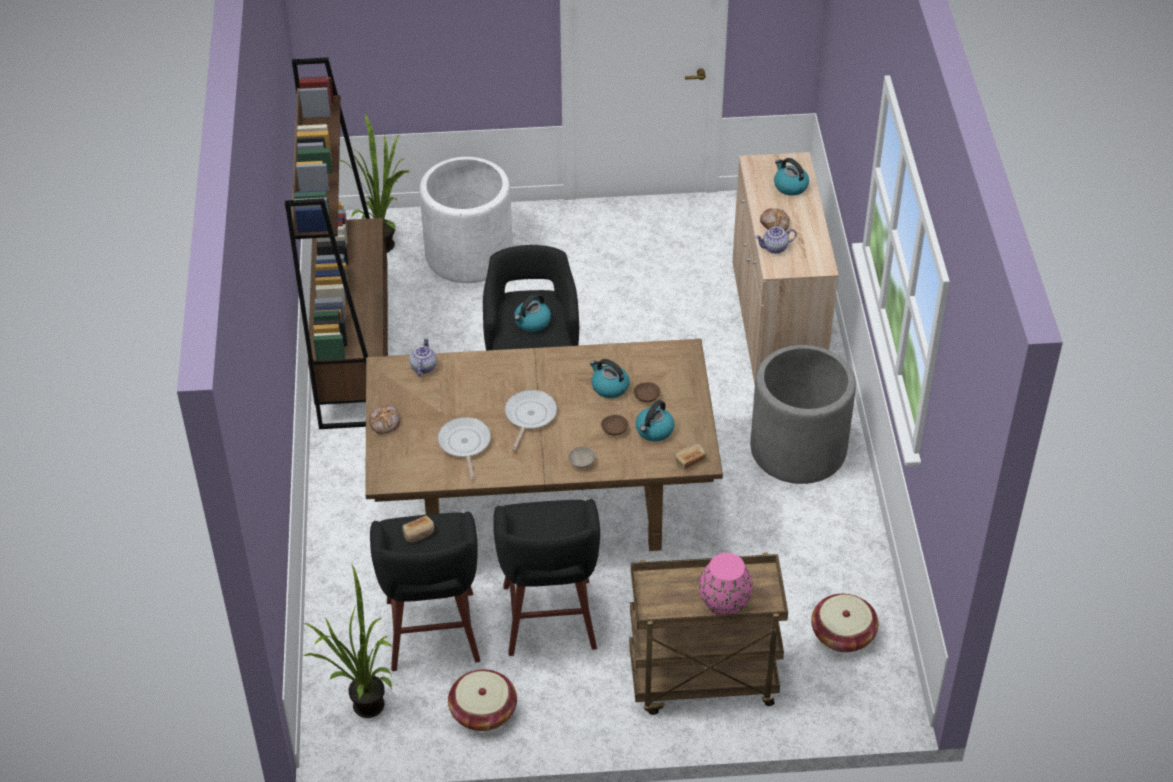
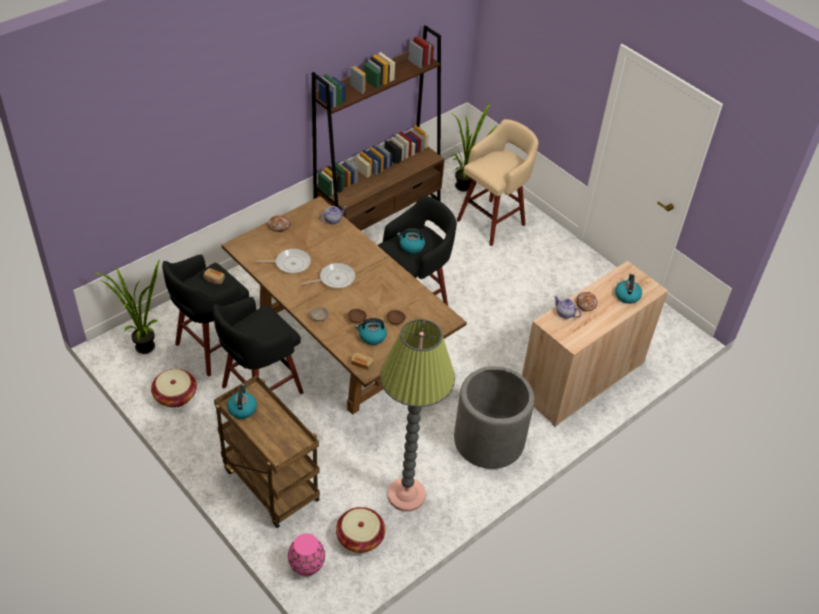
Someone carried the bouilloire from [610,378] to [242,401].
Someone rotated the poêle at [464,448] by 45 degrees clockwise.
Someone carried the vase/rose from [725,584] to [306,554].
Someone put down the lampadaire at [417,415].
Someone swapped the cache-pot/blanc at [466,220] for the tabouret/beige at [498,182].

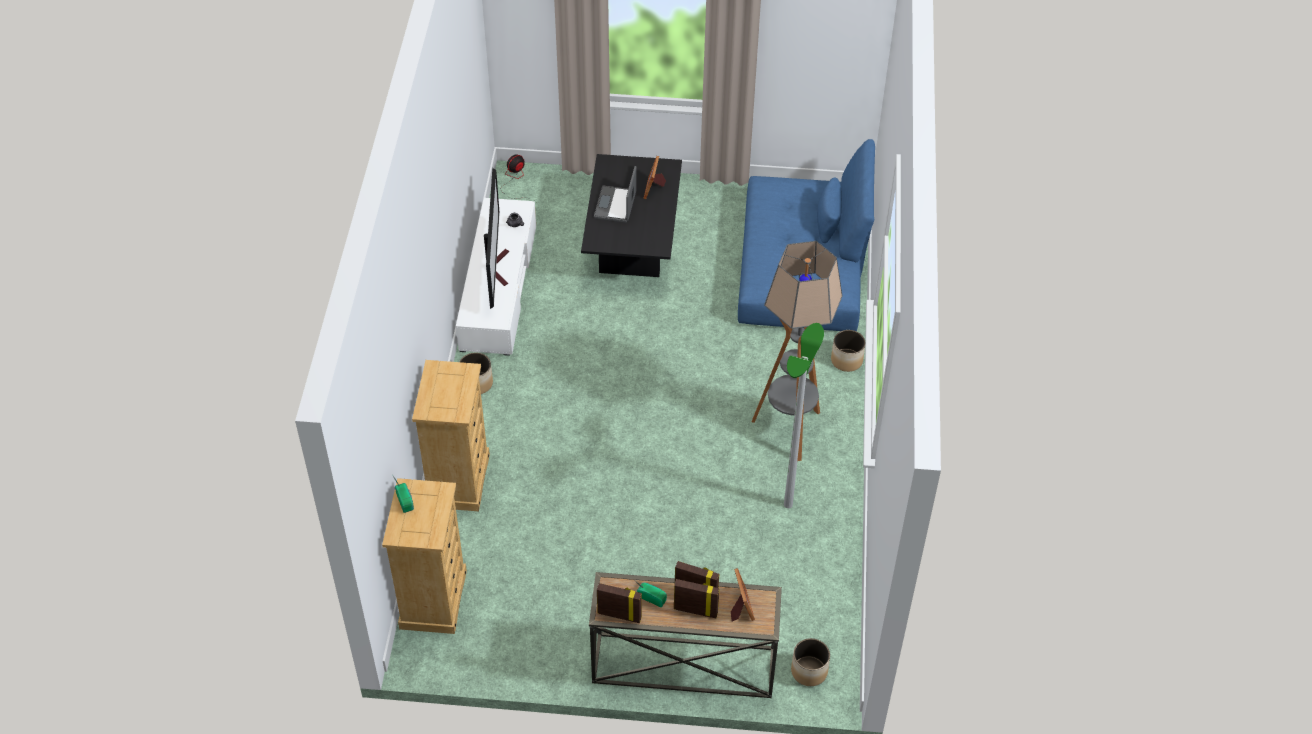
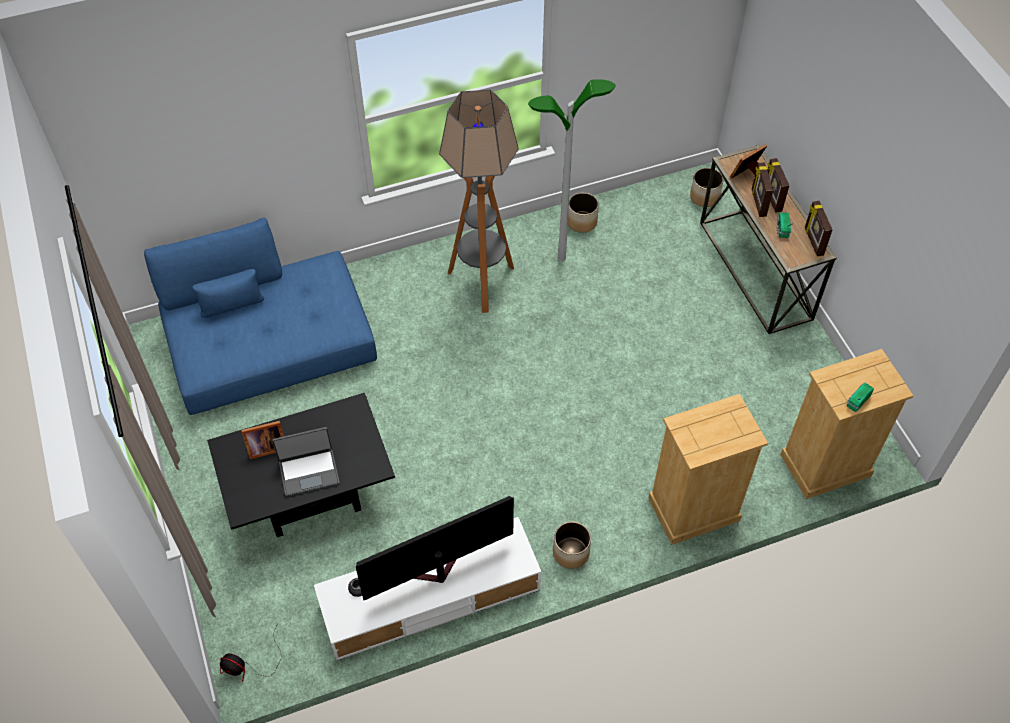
Someone carried the cache-pot from [848,351] to [583,213].

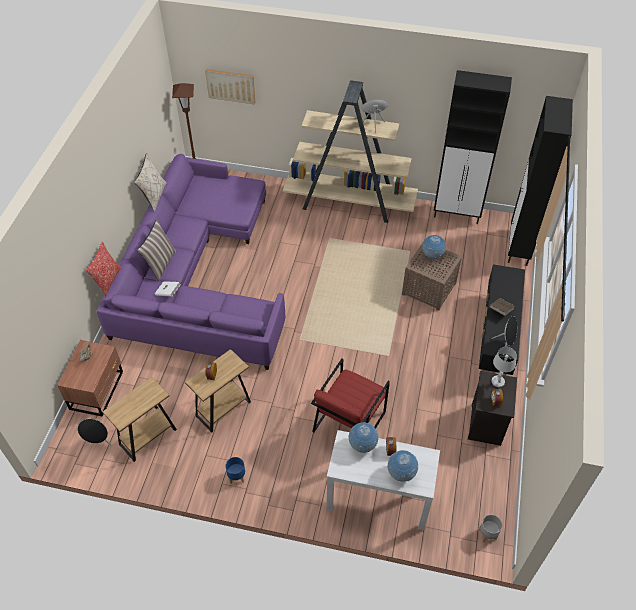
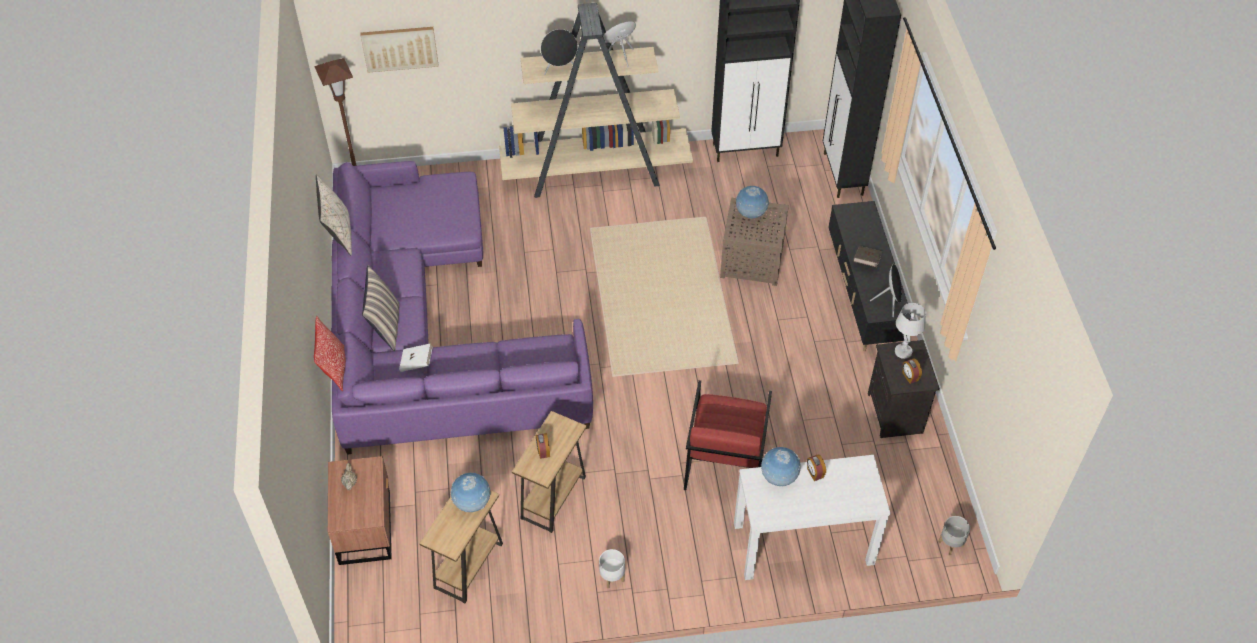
Someone carried the globe from [402,465] to [471,492].
Someone carried the enceinte/noir from [94,432] to [559,52].
Someone repainted the cache-pot/bleu at [235,470], which became the cache-pot/blanc at [612,569].

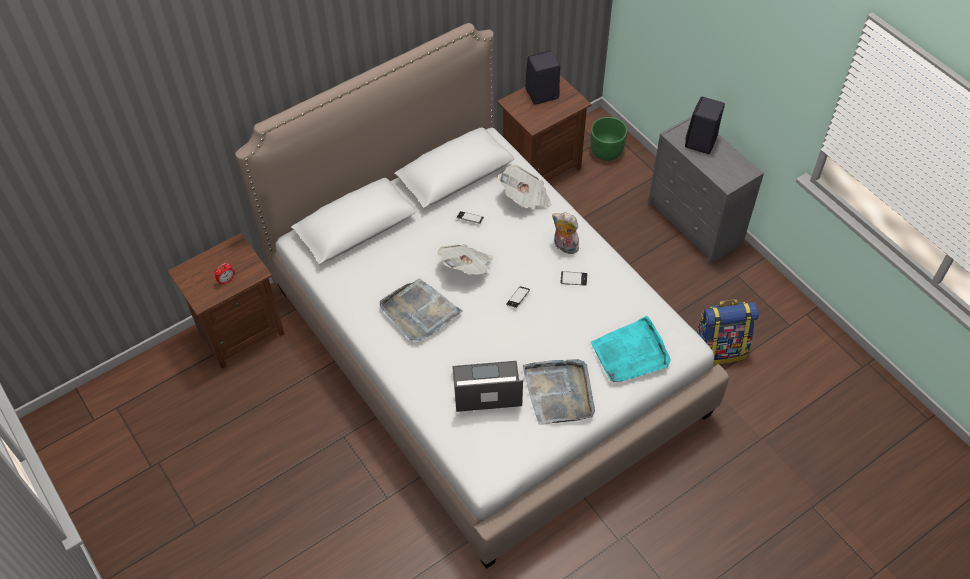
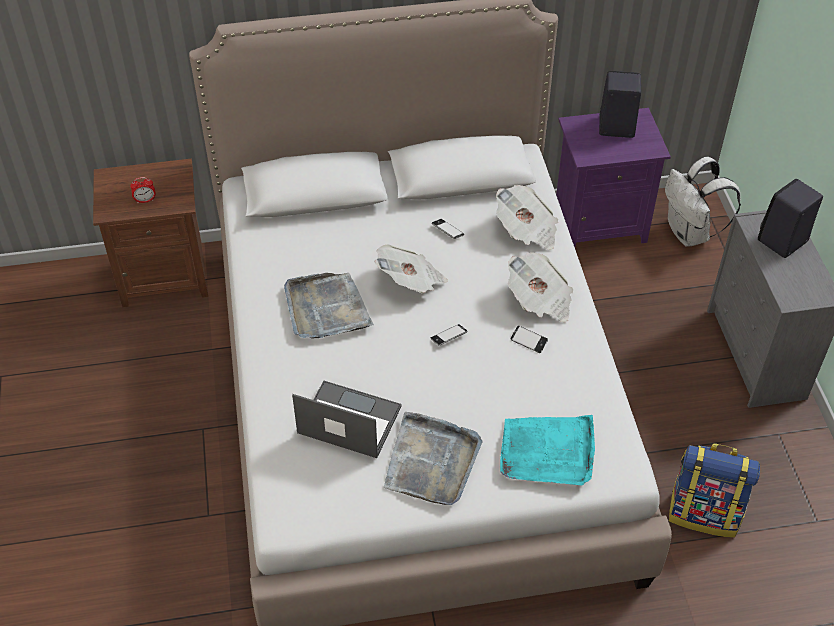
Someone swapped the peluche at [565,233] for the journal at [540,287].
Someone repainted the table de chevet/marron at [544,128], which became the table de chevet/violet at [613,177].
Someone swapped the cache-pot/vert at [608,139] for the sac à dos/blanc at [703,202].

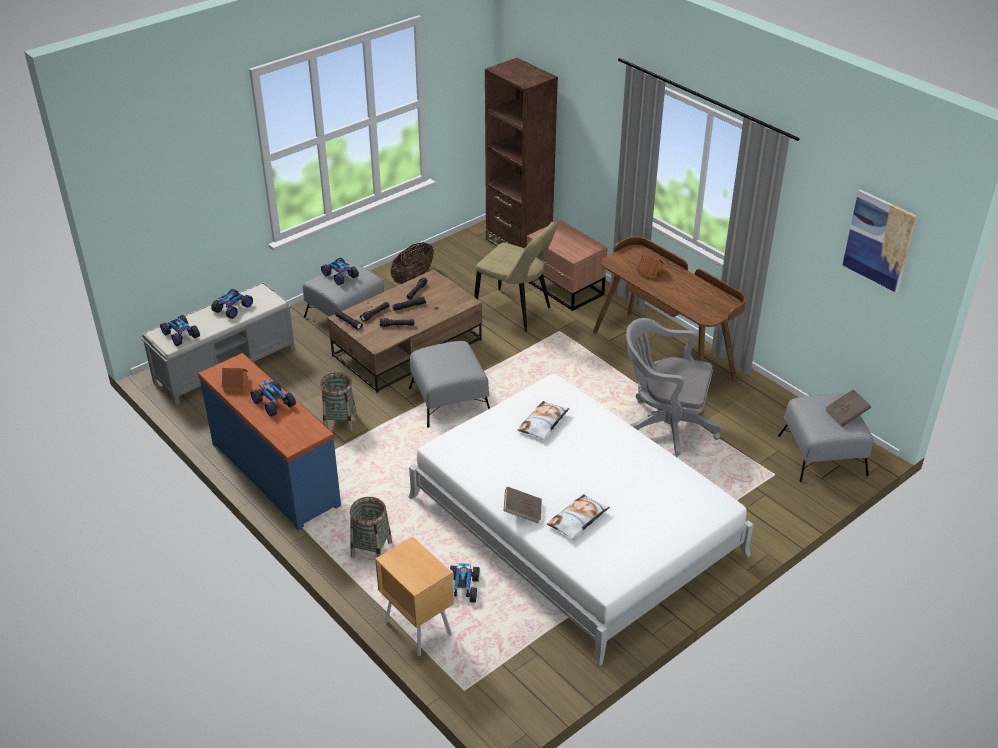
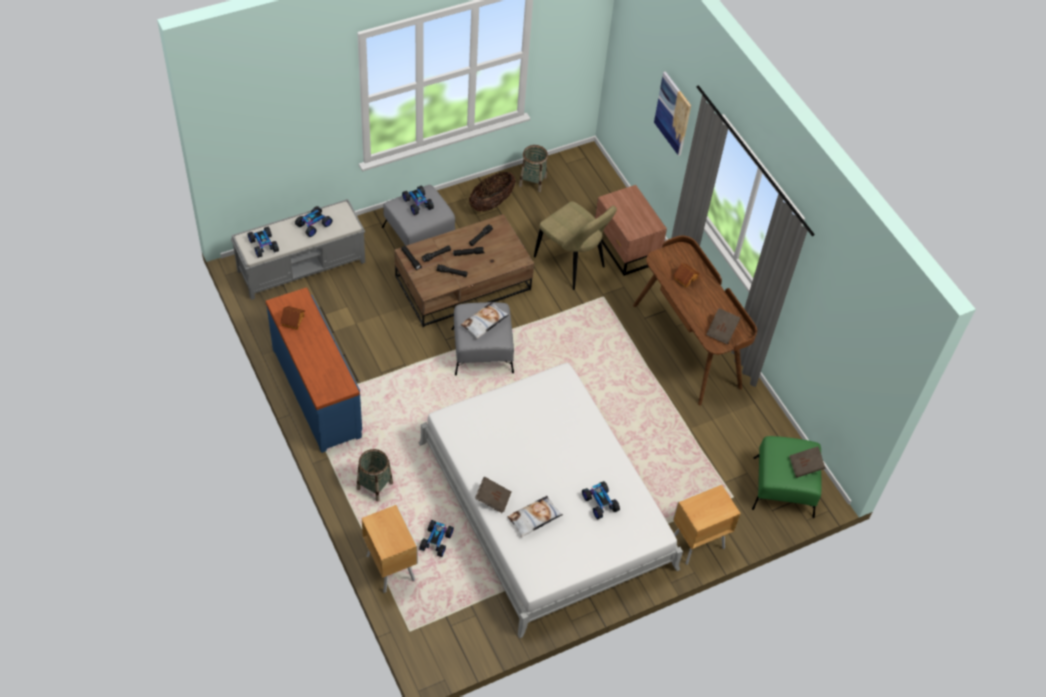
Someone carried the coussin from [543,420] to [485,320].
Someone carried the panier from [338,401] to [533,168].
Someone carried the petite voiture from [273,398] to [601,500].
Someone carried the tableau from [880,241] to [672,113].
Someone put down the table de chevet/marron at [707,524].
Someone put down the livre/marron at [723,326].
Someone repainted the pouf/gris at [826,438], which became the pouf/vert at [786,477].
Someone took away the bibliothèque/marron at [521,153].
Someone took away the chaise de bureau/gris at [673,387].

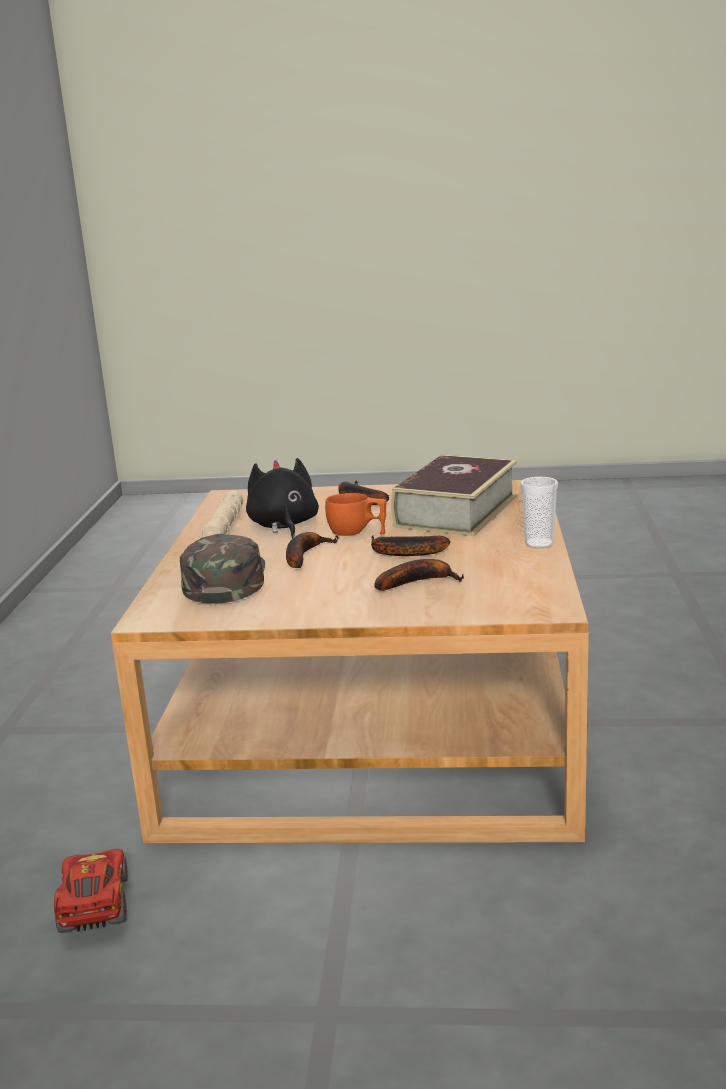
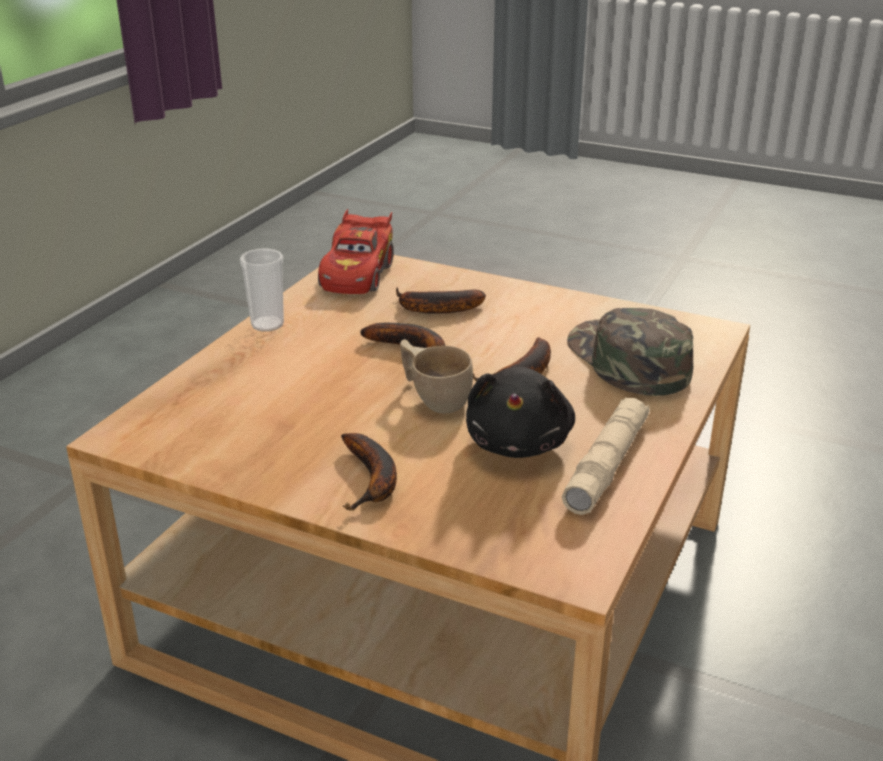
Someone carried the petite voiture/rouge from [91,891] to [355,251].
Someone repainted the tasse/orange at [355,514], which became the tasse/beige at [436,376].
Someone rotated the casquette/vert at [222,569] by 135 degrees clockwise.
Someone took away the livre at [454,495].

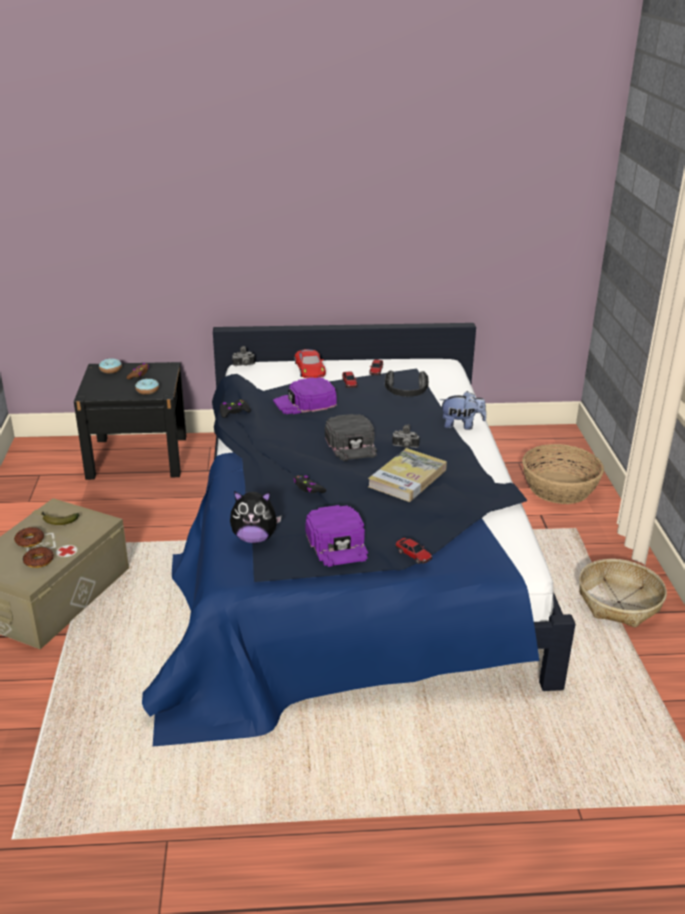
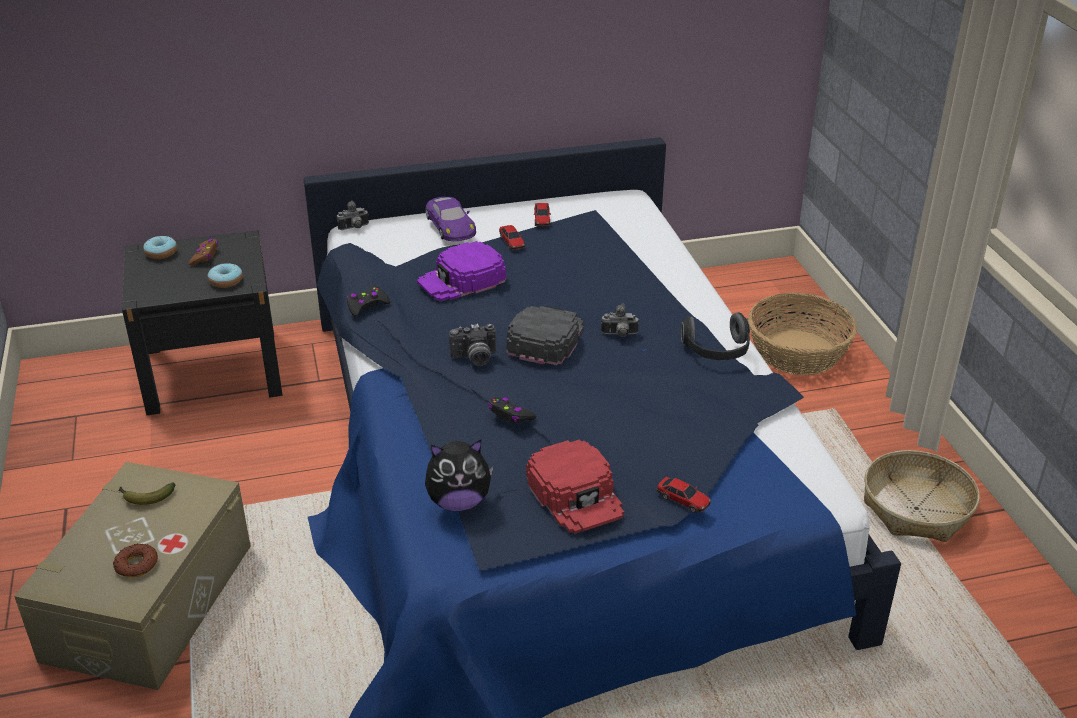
Someone repainted the petite voiture/rouge at [310,363], which became the petite voiture/violet at [450,219].
Someone put down the appareil photo at [472,345].
Someone rotated the casquette/noir at [351,437] by 135 degrees counterclockwise.
Someone repainted the casquette/violet at [336,536], which became the casquette/rouge at [575,486].
Someone carried the casque audio from [407,383] to [715,336].
Someone took away the beignet at [29,537].
Someone took away the livre at [407,475].
Someone took away the peluche at [463,410].

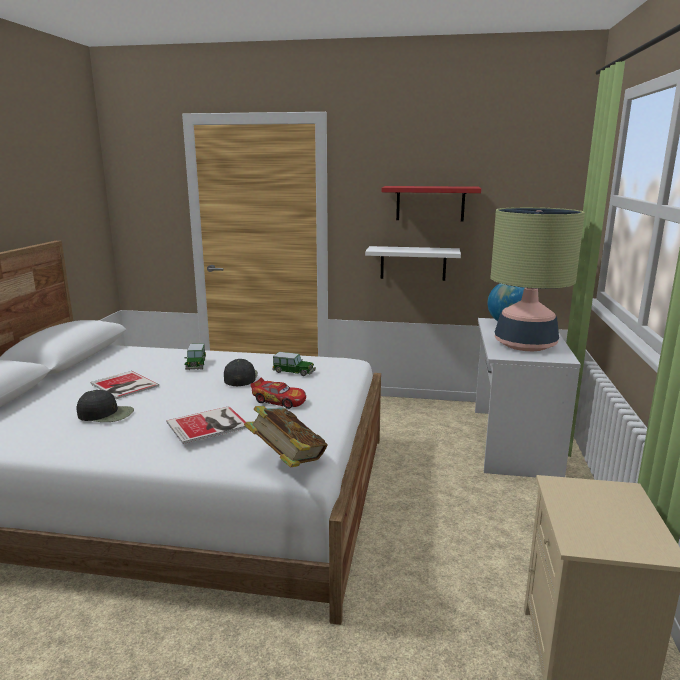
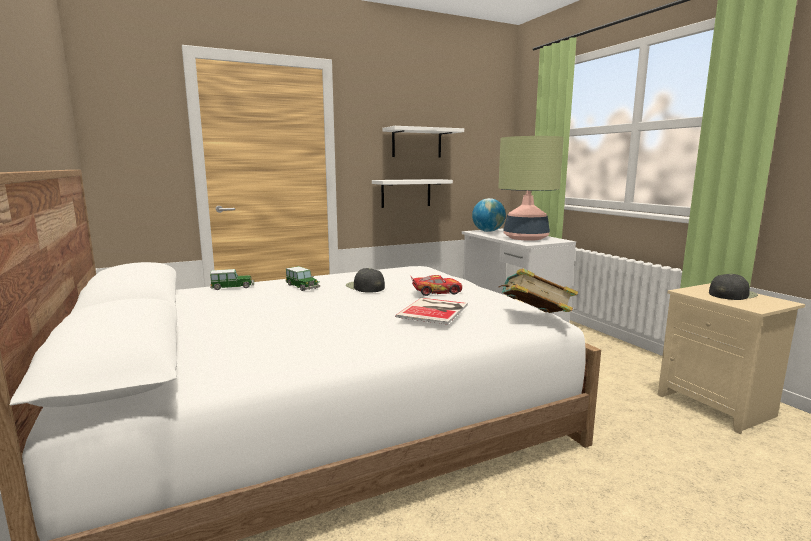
Someone carried the petite voiture from [294,364] to [232,279].
Someone repainted the étagère/rouge at [431,203], which became the étagère/blanc at [423,142].
Someone carried the casquette/noir from [105,406] to [733,287].
Someone took away the livre at [124,385].

